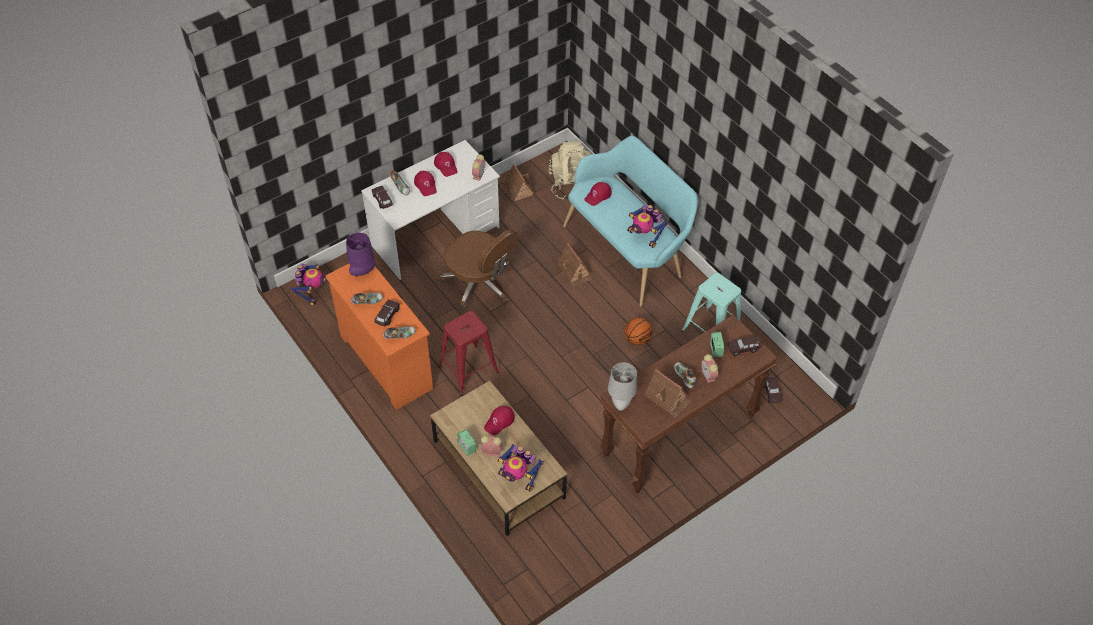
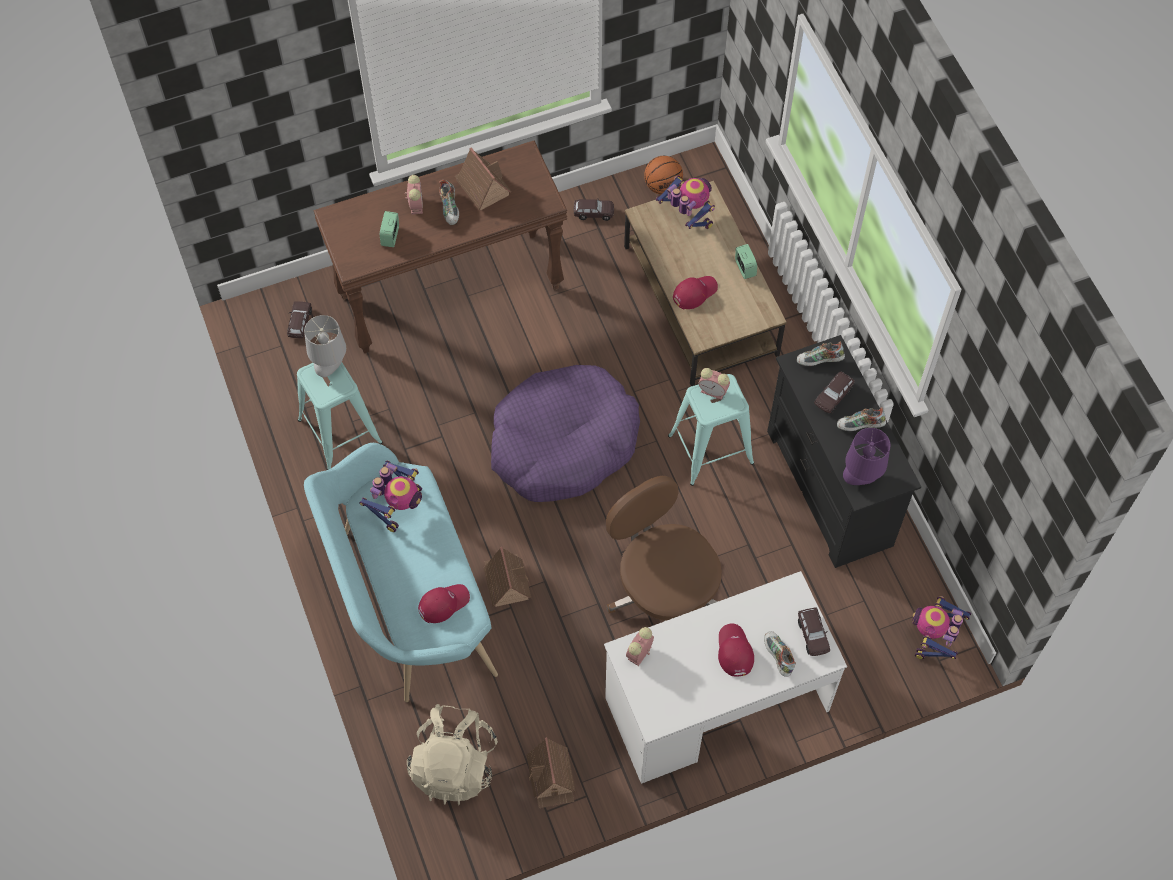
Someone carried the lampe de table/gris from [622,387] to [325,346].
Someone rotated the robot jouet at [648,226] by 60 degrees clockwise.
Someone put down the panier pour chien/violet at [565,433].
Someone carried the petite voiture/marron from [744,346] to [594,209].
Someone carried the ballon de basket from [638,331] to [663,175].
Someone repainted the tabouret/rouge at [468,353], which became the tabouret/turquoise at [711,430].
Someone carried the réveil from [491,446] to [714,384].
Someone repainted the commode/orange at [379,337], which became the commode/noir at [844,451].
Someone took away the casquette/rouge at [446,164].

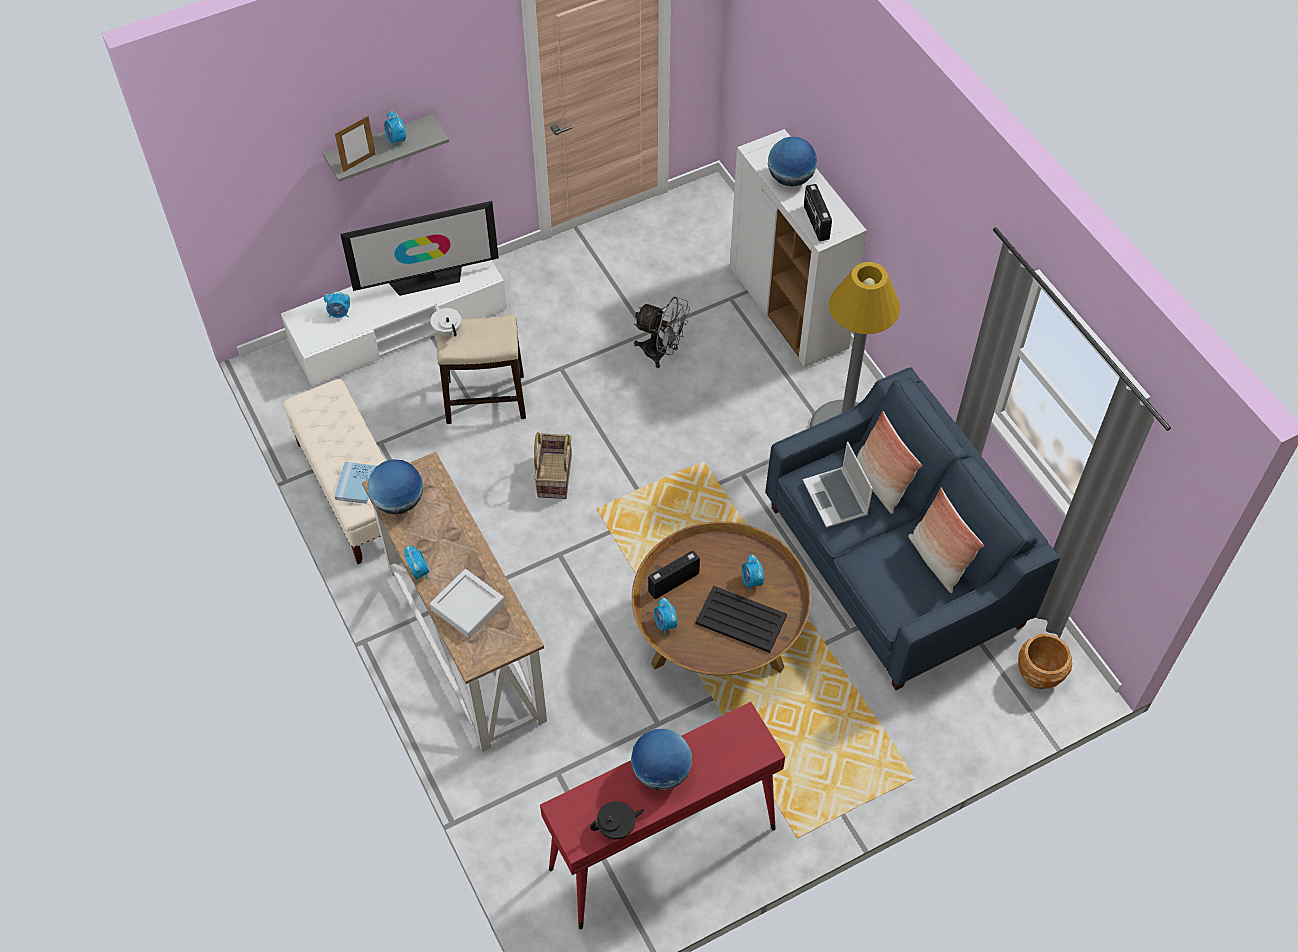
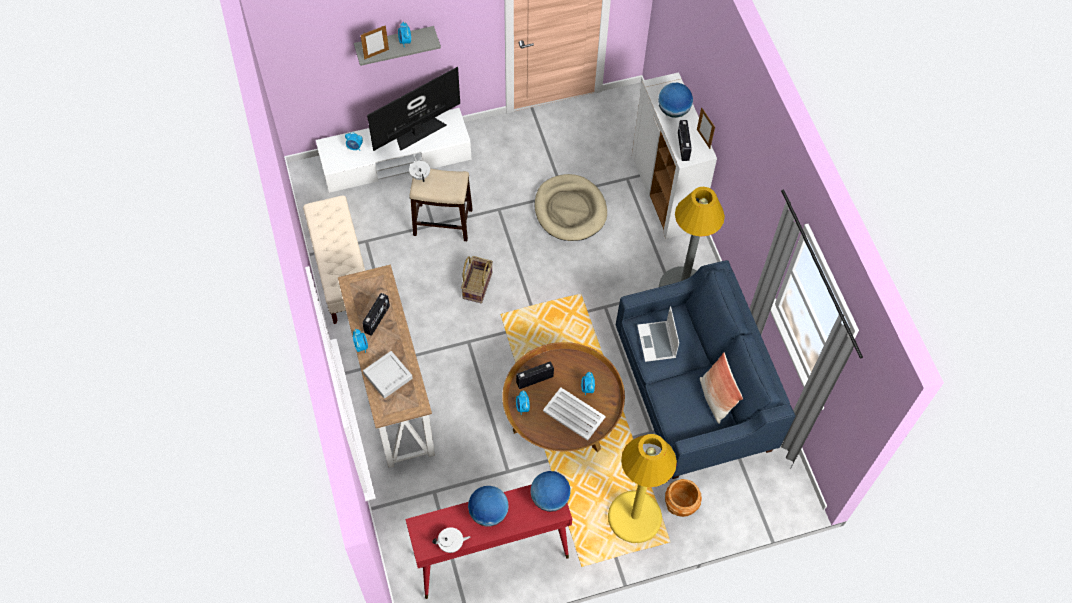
Someone put down the radio at [376,314].
Someone rotated the téléviseur at [419,248] by 150 degrees clockwise.
Someone repainted the théière/noir at [617,820], which became the théière/blanc at [451,540].
Someone carried the globe from [395,486] to [550,491].
Someone swapped the ventilateur/gris at [662,332] for the panier pour chien/beige at [571,207].
Someone repainted the plateau/noir at [741,619], which became the plateau/blanc at [574,414].
Someone put down the lampadaire/jaune at [642,488].
Someone carried the cache-pot/marron from [1045,661] to [683,498].
Someone put down the cadre photo at [706,128].
Someone took away the livre/bleu at [355,483].
Someone took away the coussin at [889,462].

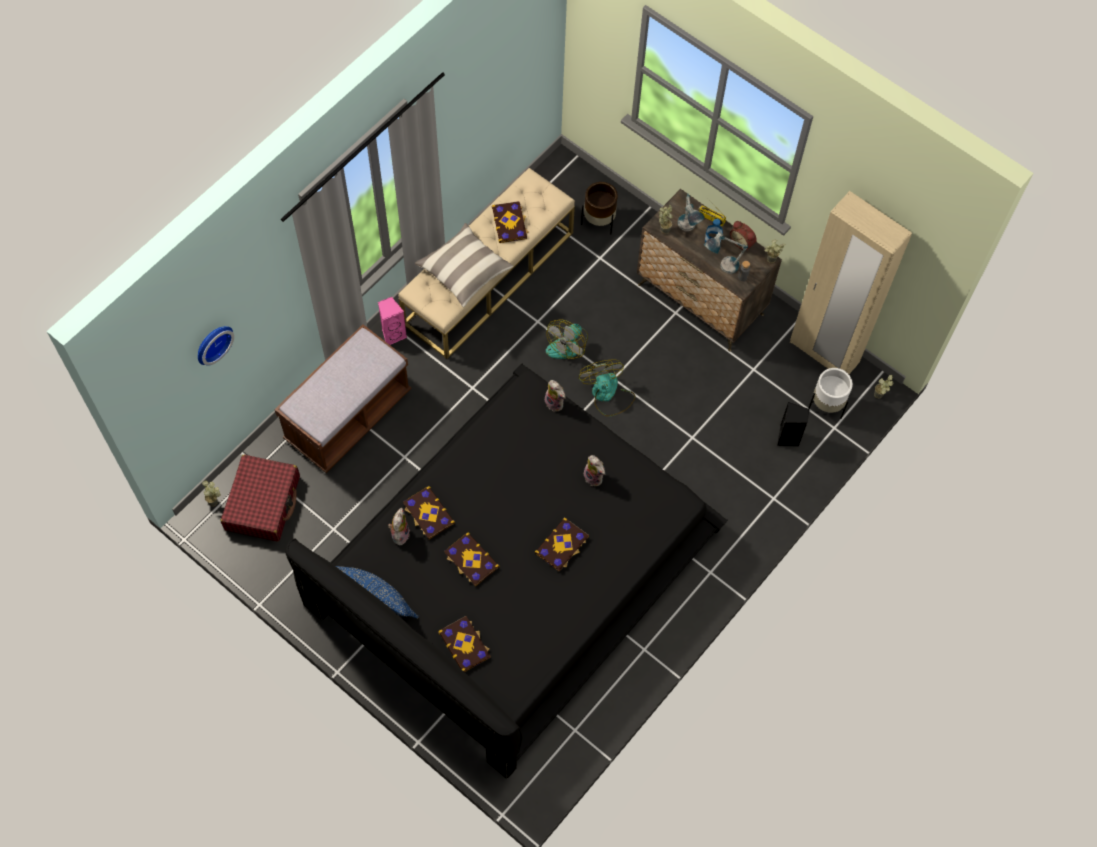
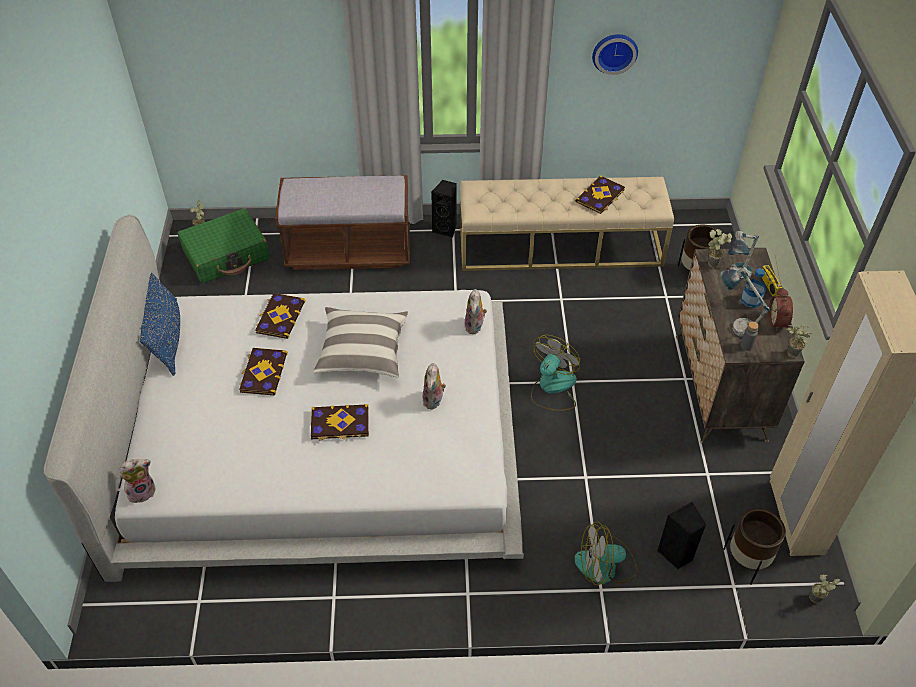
Someone repainted the lit/noir at [506,571], which became the lit/blanc at [284,398].
Someone carried the peluche from [399,526] to [137,481].
Someone repainted the valise/rouge at [260,498], which became the valise/vert at [224,245].
Someone carried the coussin from [464,265] to [360,342].
Someone repainted the enceinte/rose at [392,321], which became the enceinte/noir at [444,209].
Someone carried the ventilateur from [567,339] to [605,553].
Someone carried the horloge murale from [216,346] to [615,54].
Someone repainted the cache-pot/blanc at [830,393], which became the cache-pot/marron at [754,546].
Someone took away the livre at [464,644].

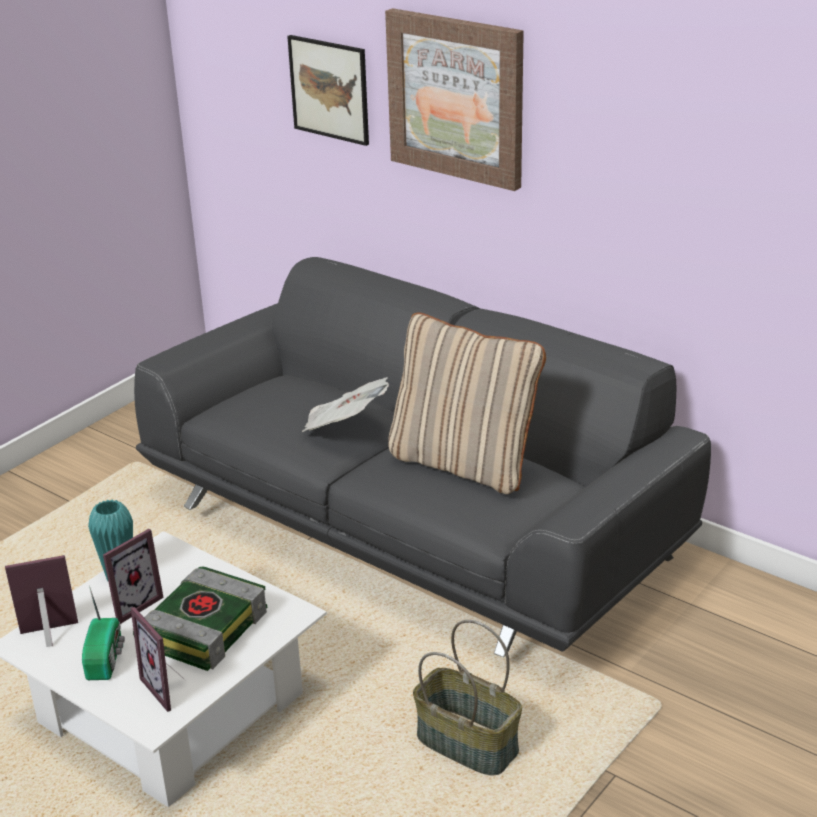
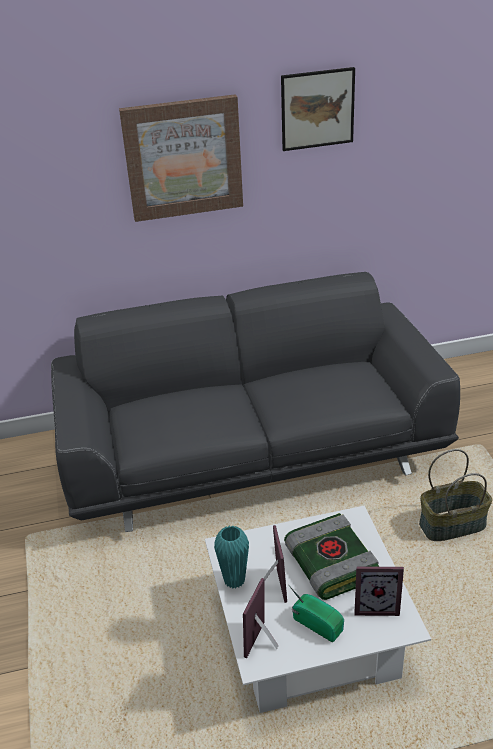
Someone carried the tableau from [328,90] to [318,109].
Someone took away the journal at [345,404].
Someone took away the coussin/beige at [467,403].

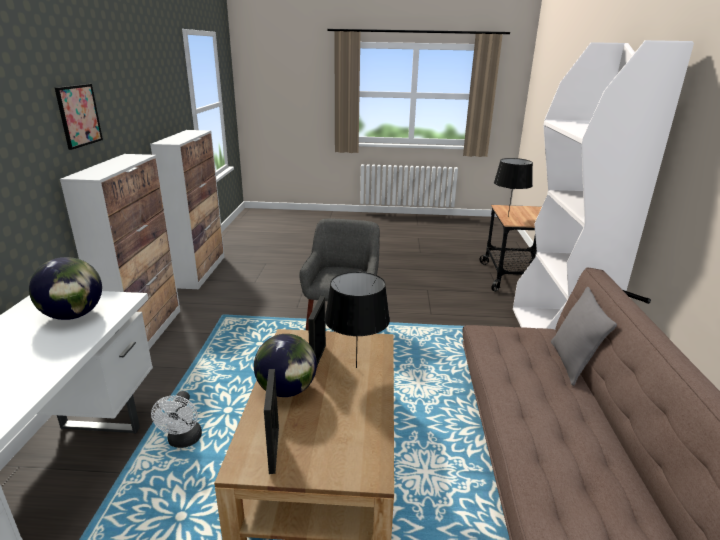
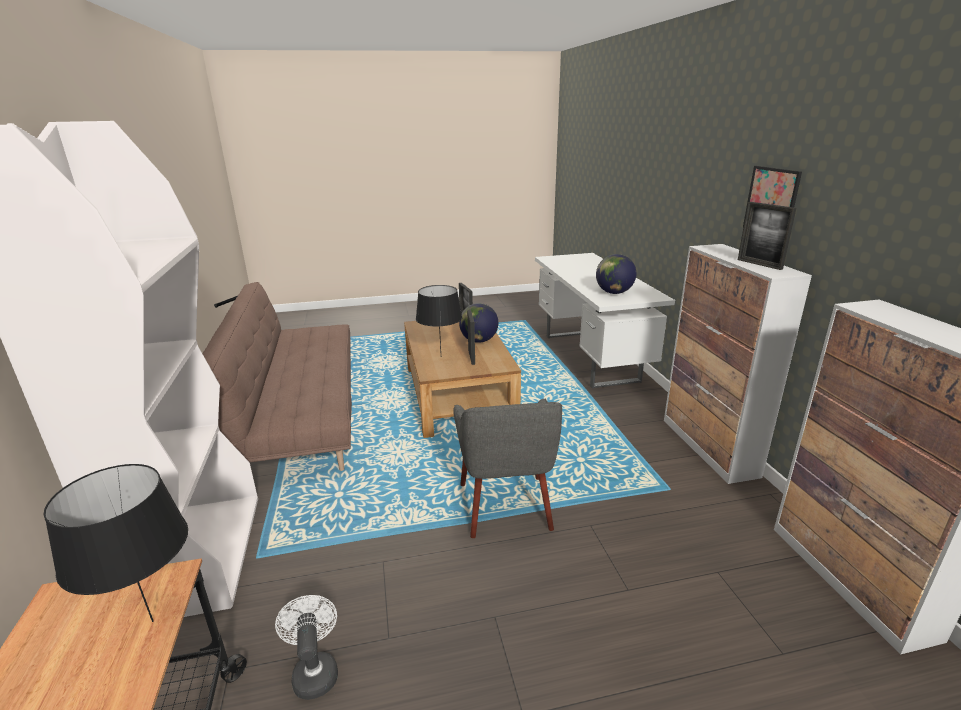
Someone carried the ventilateur/blanc from [176,419] to [306,647].
Someone put down the cadre photo at [767,236].
Someone took away the coussin/gris at [584,336].

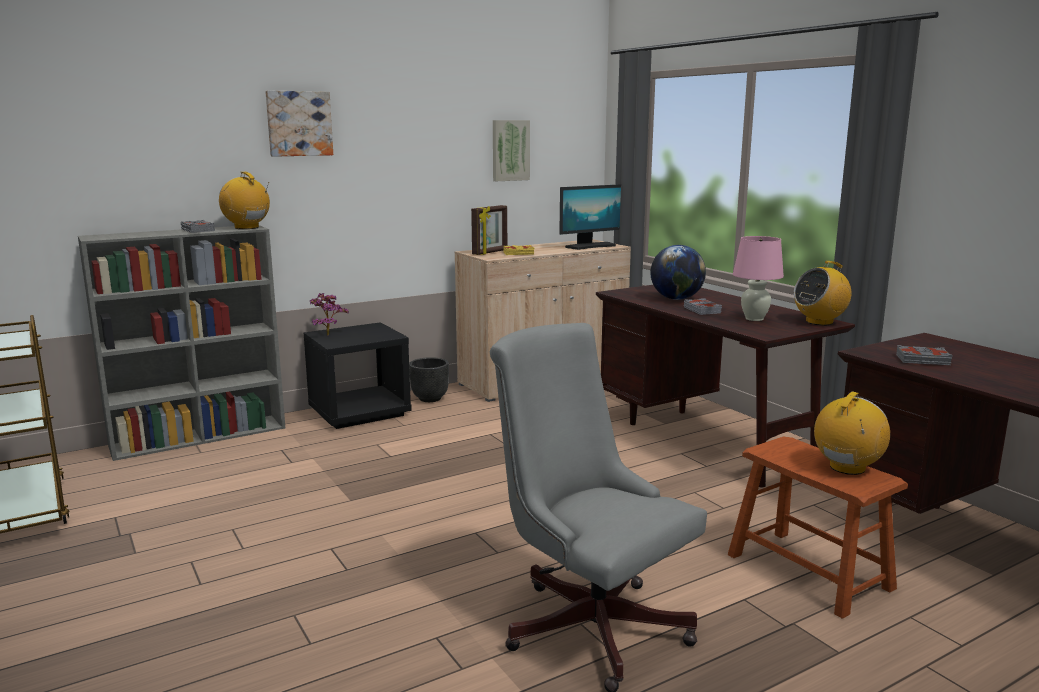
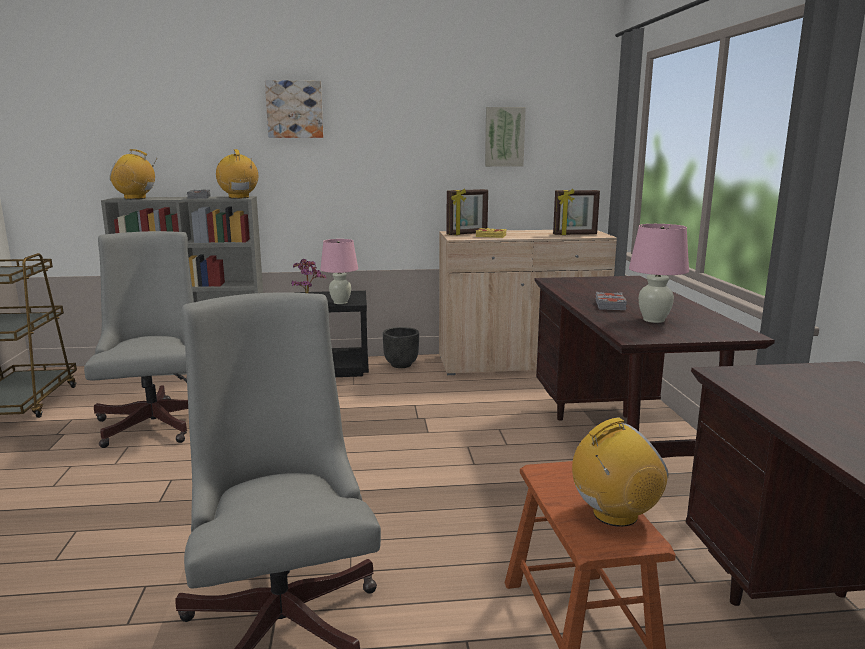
Someone put down the chaise de bureau/gris at [139,339].
Someone carried the radio from [823,293] to [132,174].
Someone put down the lampe de table/rose at [339,271].
Someone swapped the écran d'ordinateur at [590,217] for the cadre photo at [576,212].
Someone took away the globe at [678,272].
Someone took away the livre/gris at [924,355].

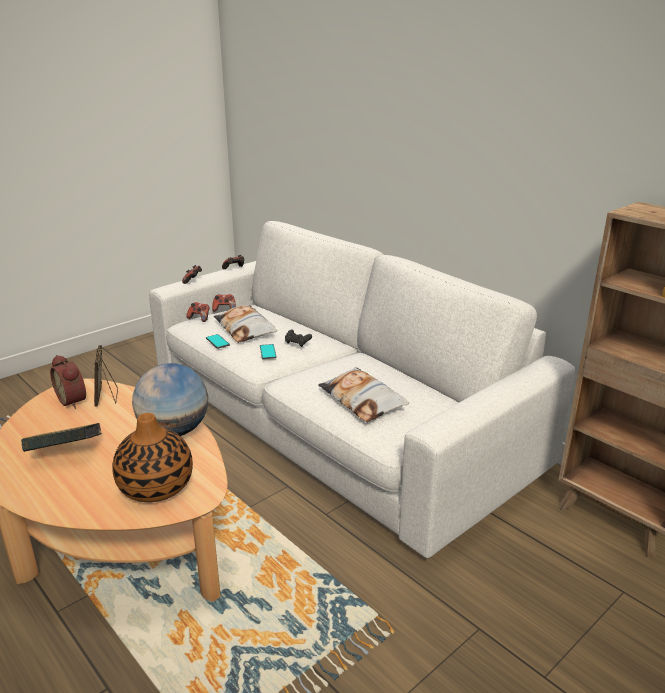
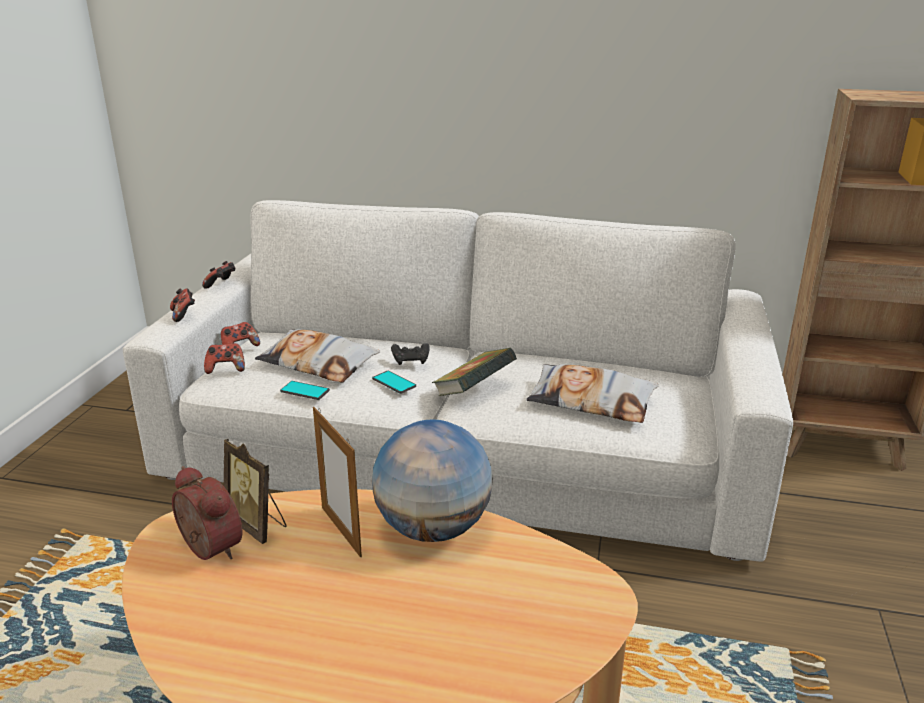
Someone rotated the réveil at [68,382] by 150 degrees counterclockwise.
Someone put down the cadre photo at [337,482].
Someone carried the livre from [61,437] to [474,372].
Someone took away the vase at [152,457].

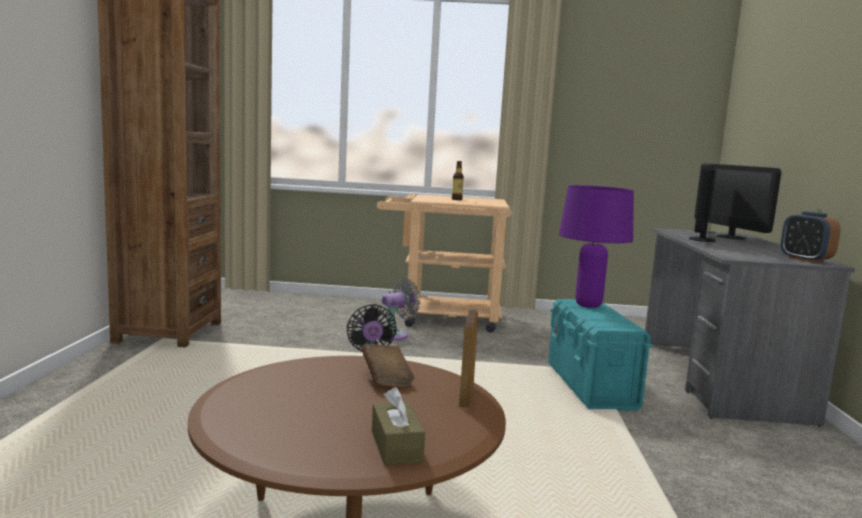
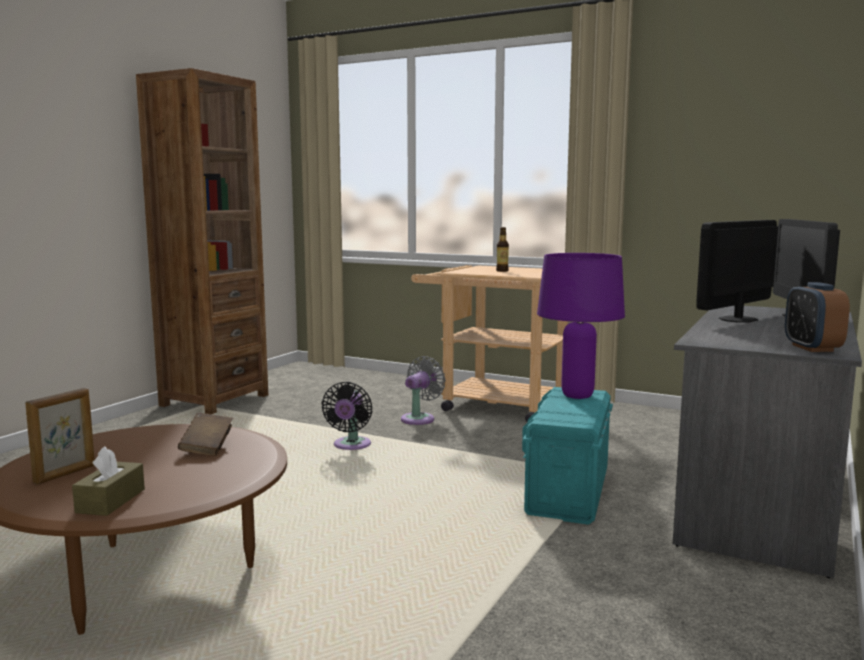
Someone carried the cadre photo from [468,358] to [60,436].
Someone rotated the ventilateur/gris at [401,309] by 45 degrees counterclockwise.

